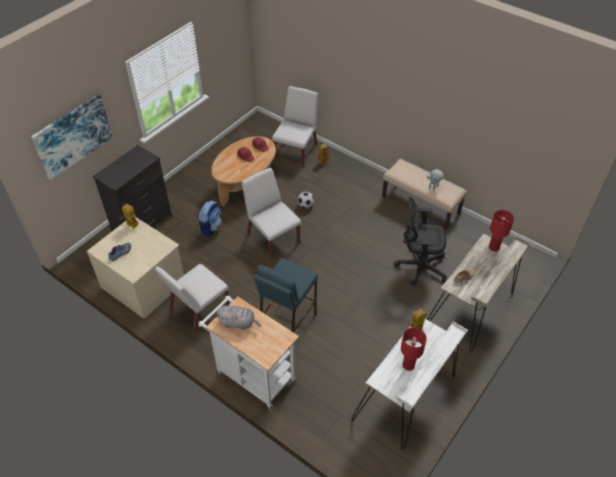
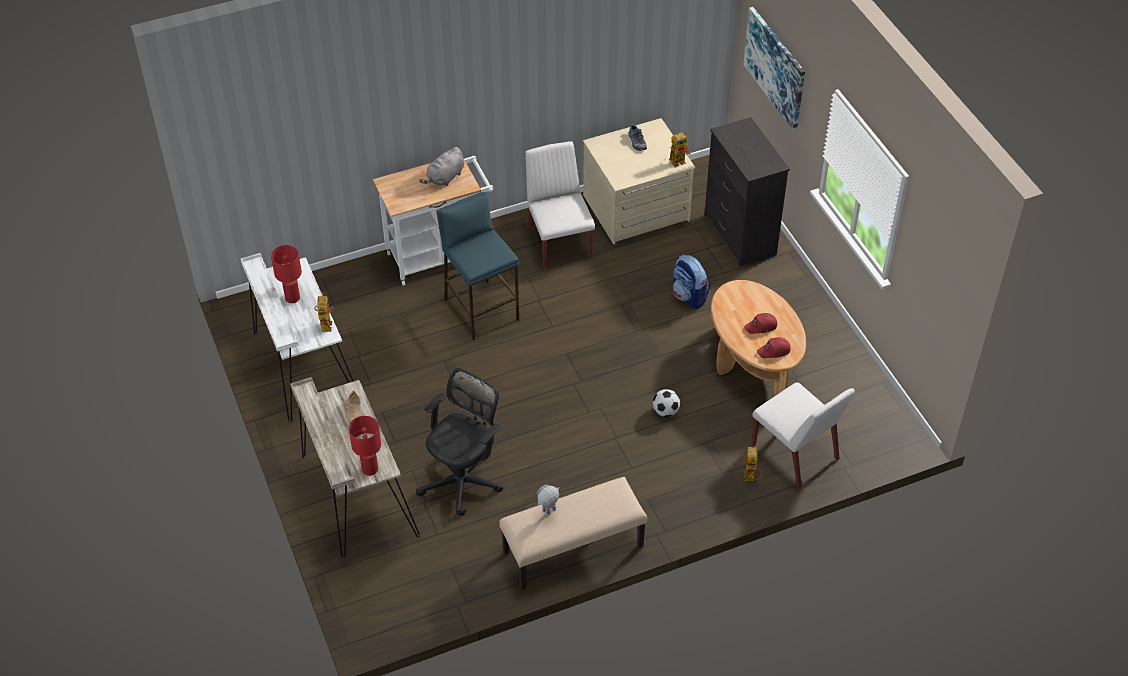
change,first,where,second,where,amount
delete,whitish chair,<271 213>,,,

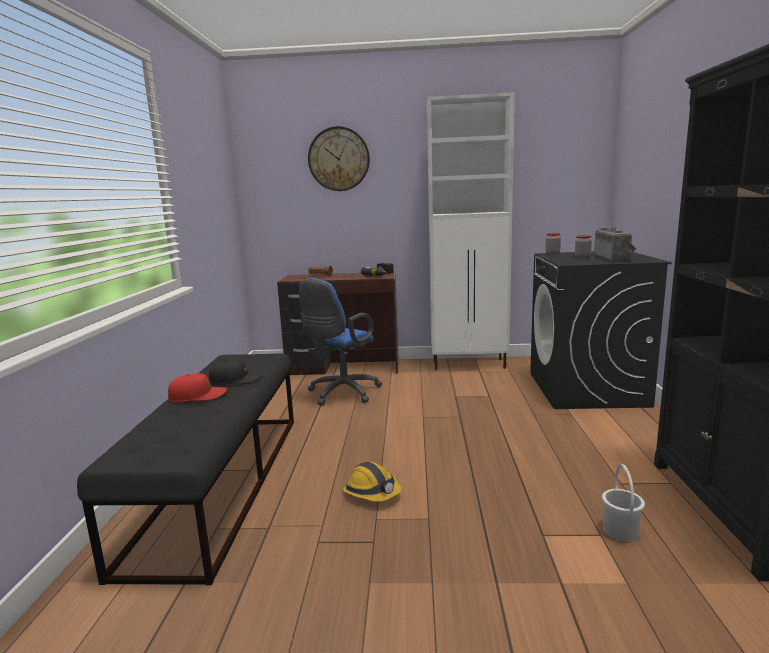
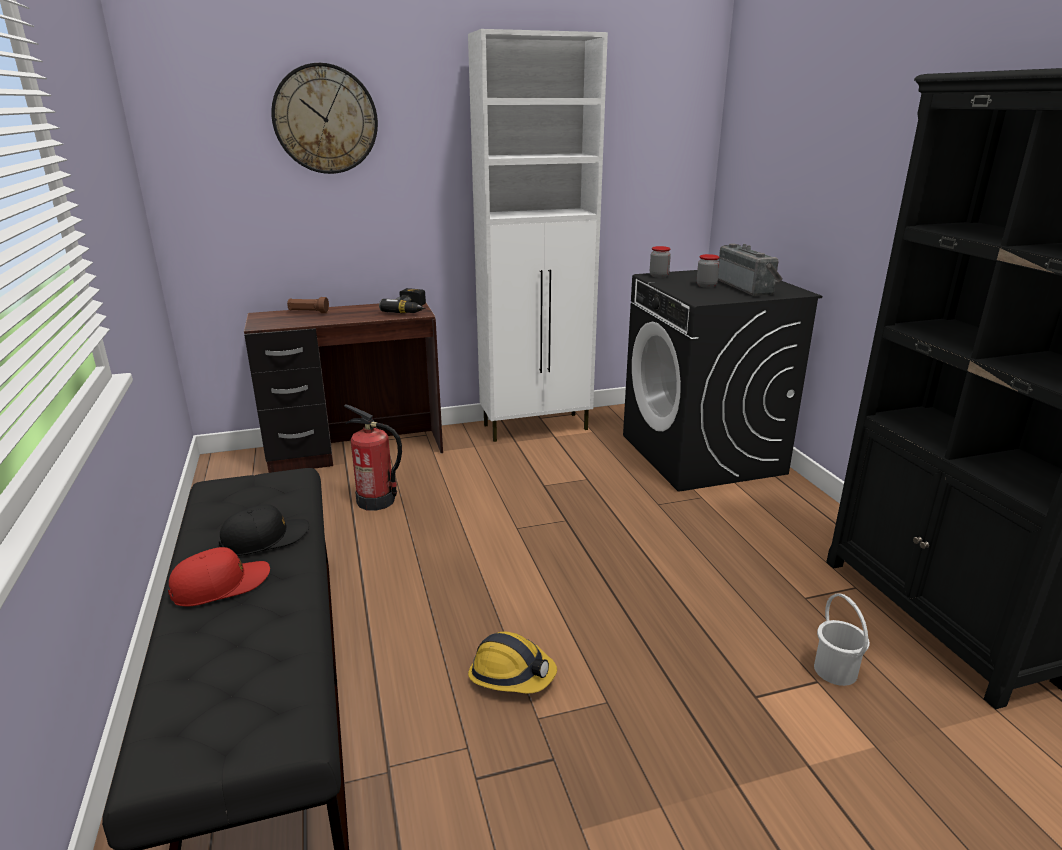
change,first,where,second,where,amount
replace,bluish computer chair,<340 342>,fire extinguisher,<373 458>,

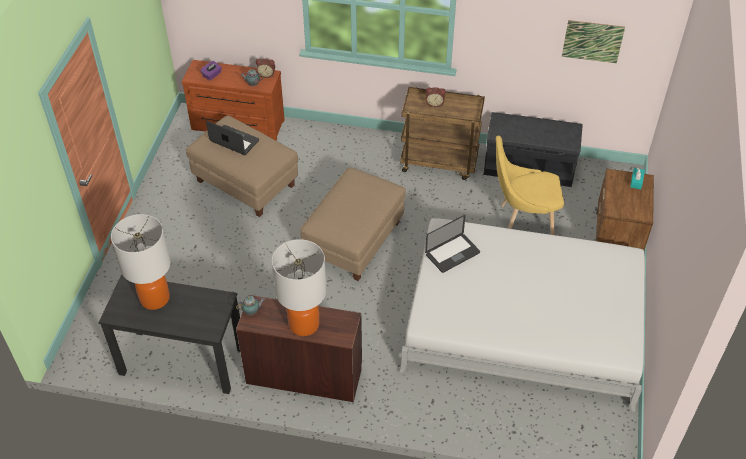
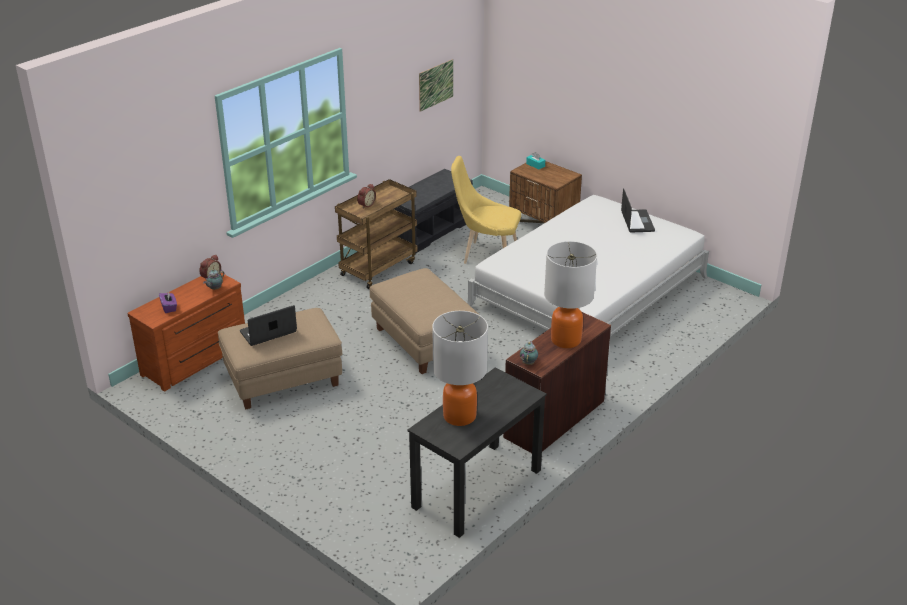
change,first,where,second,where,amount
rotate,yellow chair,<530 185>,,<486 210>,75 degrees clockwise
move,laptop,<452 244>,,<638 210>,

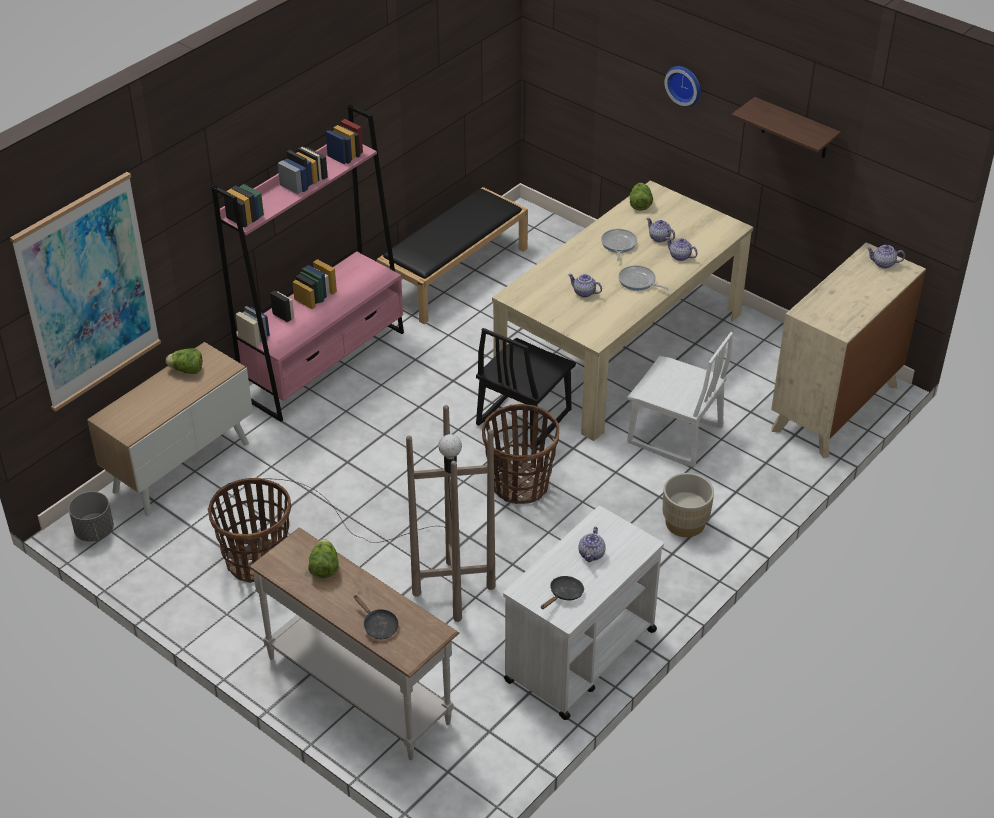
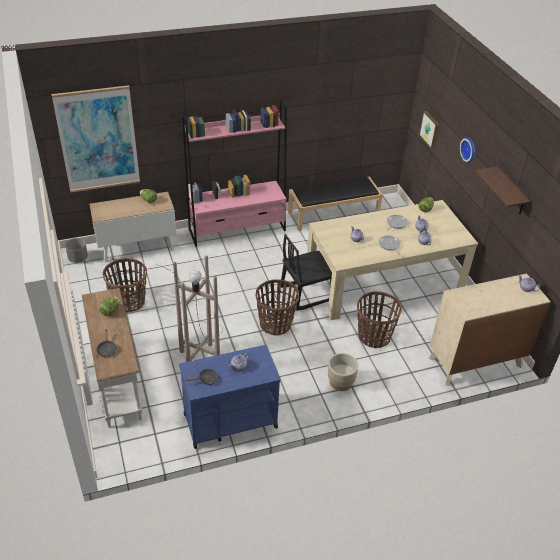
change,first,where,second,where,amount
recolor,whitish cart,<583 613>,bluish cart,<230 397>,
replace,whitish chair,<680 399>,household basket,<379 319>,
insert,,,wall art,<429 130>,

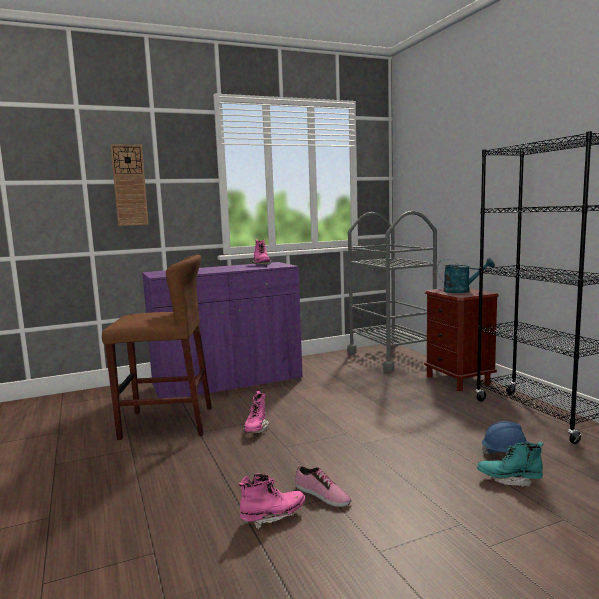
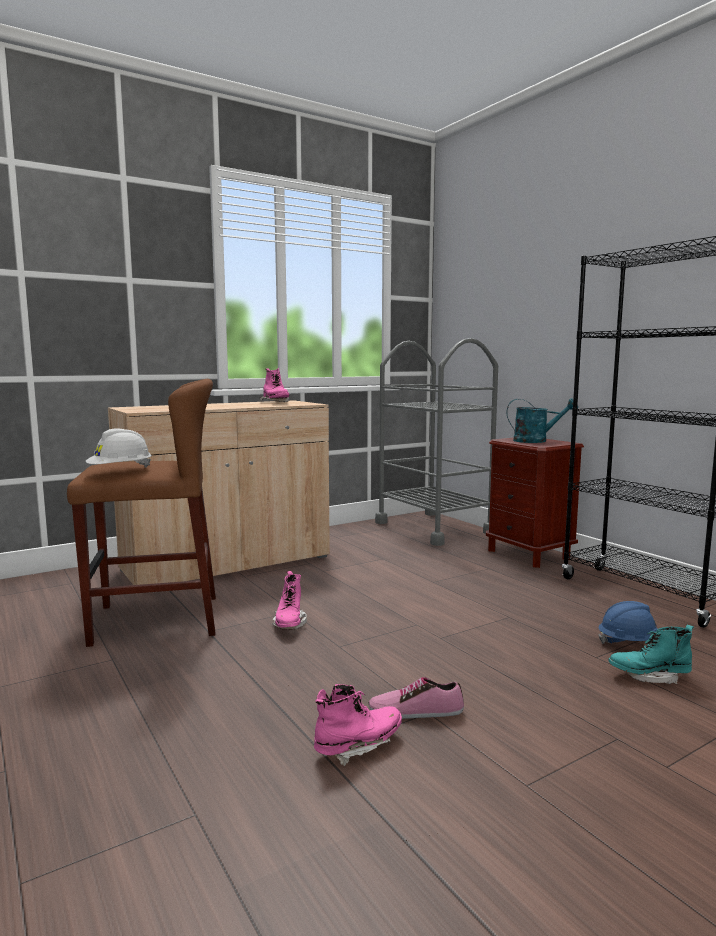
change,first,where,second,where,amount
insert,,,whitish work helmet,<119 448>,
recolor,purple-coloured storage cabinet,<222 330>,beige storage cabinet,<219 492>,
rotate,shoe,<323 486>,,<416 698>,150 degrees clockwise
delete,hanging clock,<130 185>,,,

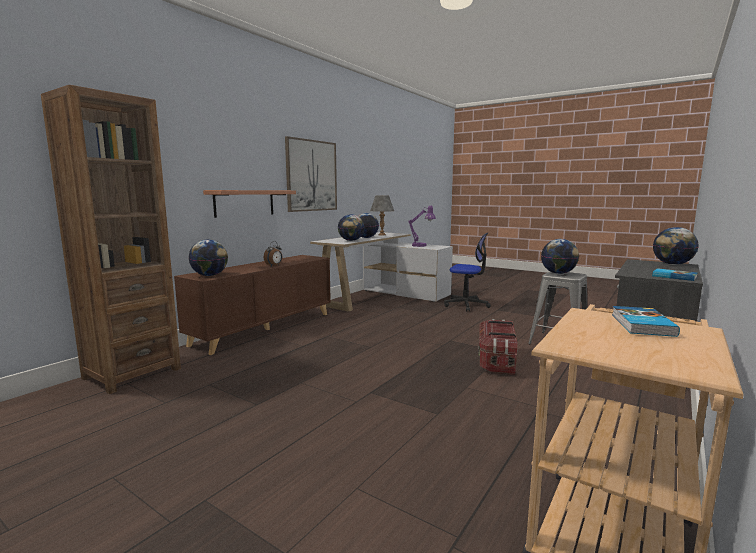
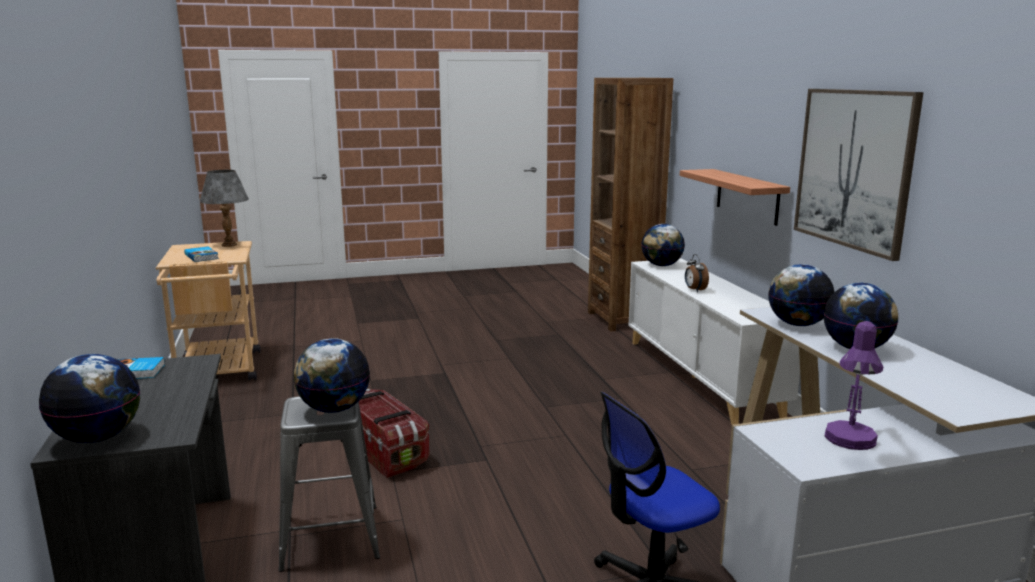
change,first,where,second,where,amount
move,greyish table lamp,<382 215>,,<224 208>,
recolor,brownish storage cabinet,<252 305>,whitish storage cabinet,<714 341>,

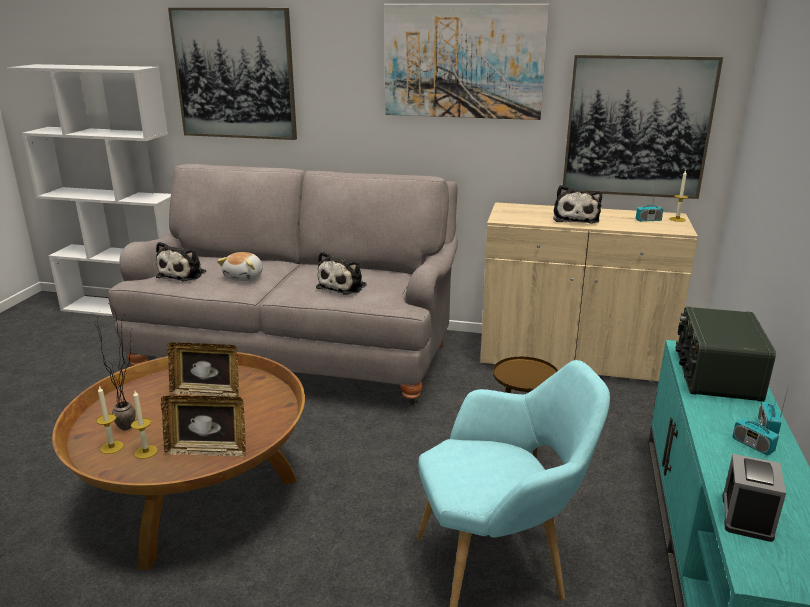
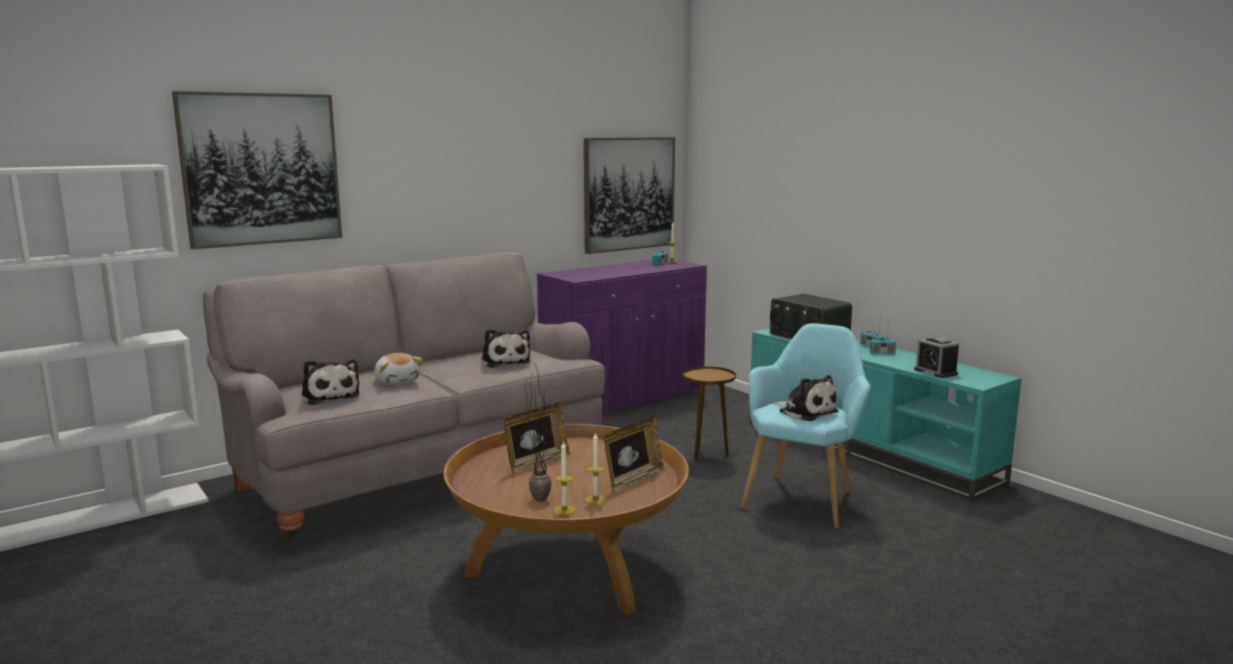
change,first,where,second,where,amount
recolor,beige storage cabinet,<589 291>,purple-coloured storage cabinet,<622 336>,
move,cuddly toy,<577 204>,,<806 398>,
delete,wall art,<466 62>,,,

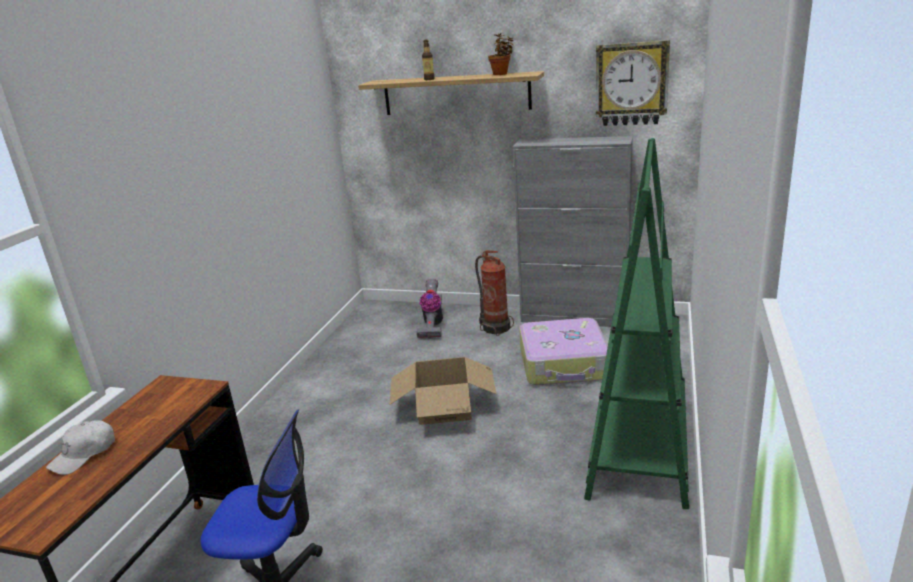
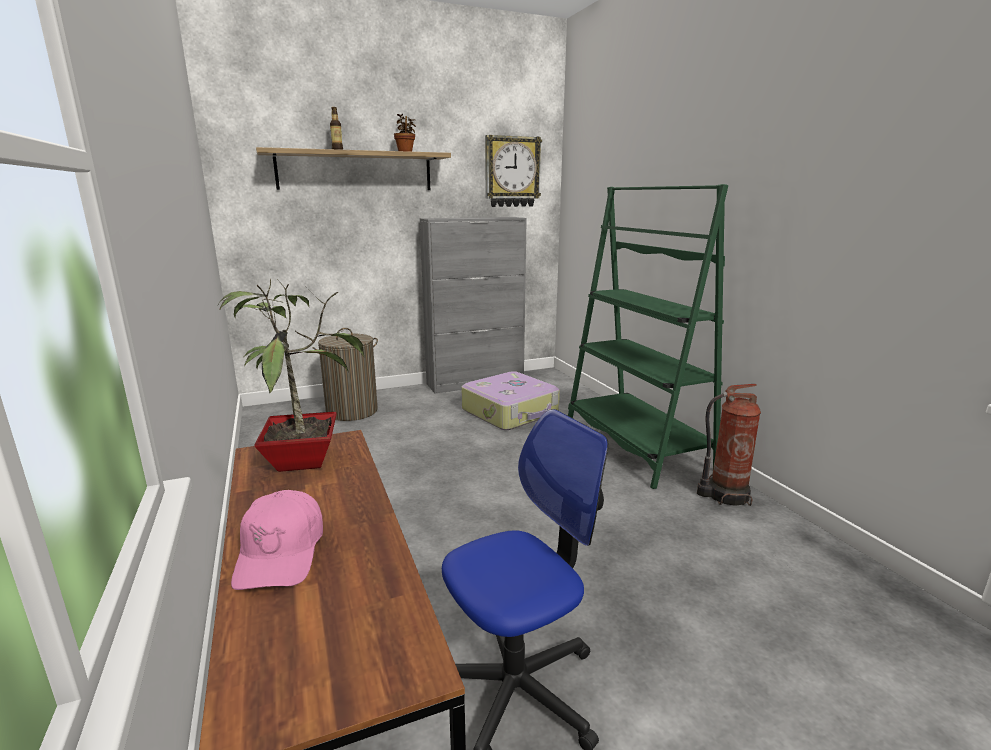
change,first,where,second,where,amount
insert,,,potted plant,<291 375>,
recolor,whitish baseball cap,<80 447>,pink baseball cap,<277 540>,
replace,hoover,<429 309>,laundry basket,<345 374>,
move,fire extinguisher,<494 293>,,<729 445>,
delete,packing box,<443 391>,,,

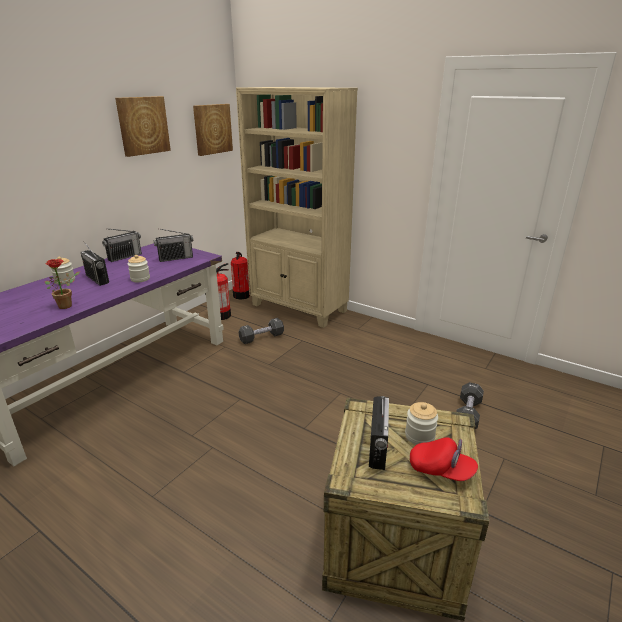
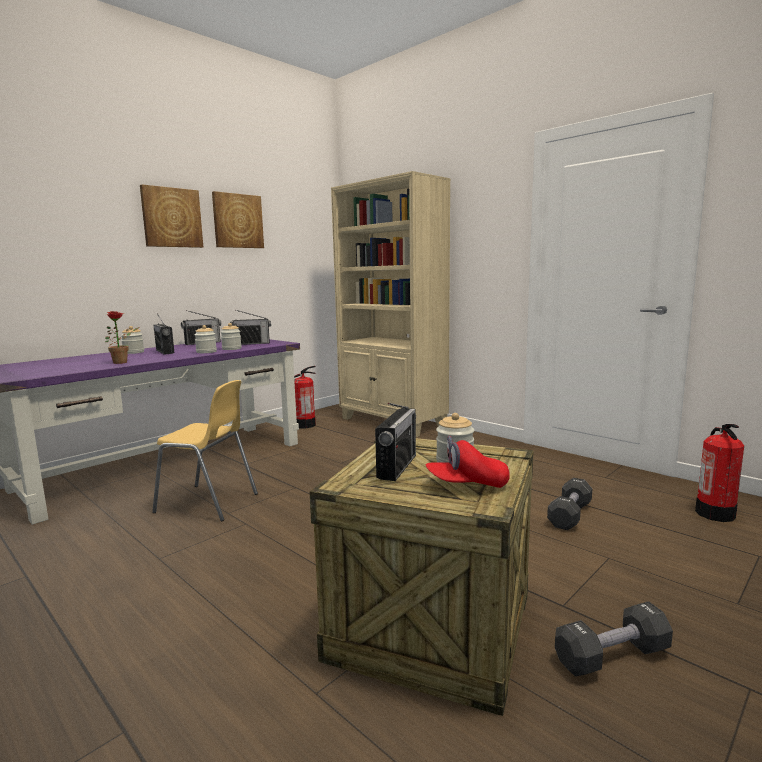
change,first,where,second,where,amount
move,wall art,<213 130>,,<171 216>,
insert,,,yellow chair,<205 450>,
insert,,,preserve jar,<231 336>,
rotate,red baseball cap,<444 459>,,<468 462>,135 degrees clockwise
move,blackish hand weight,<261 331>,,<614 639>,
move,fire extinguisher,<240 276>,,<719 473>,

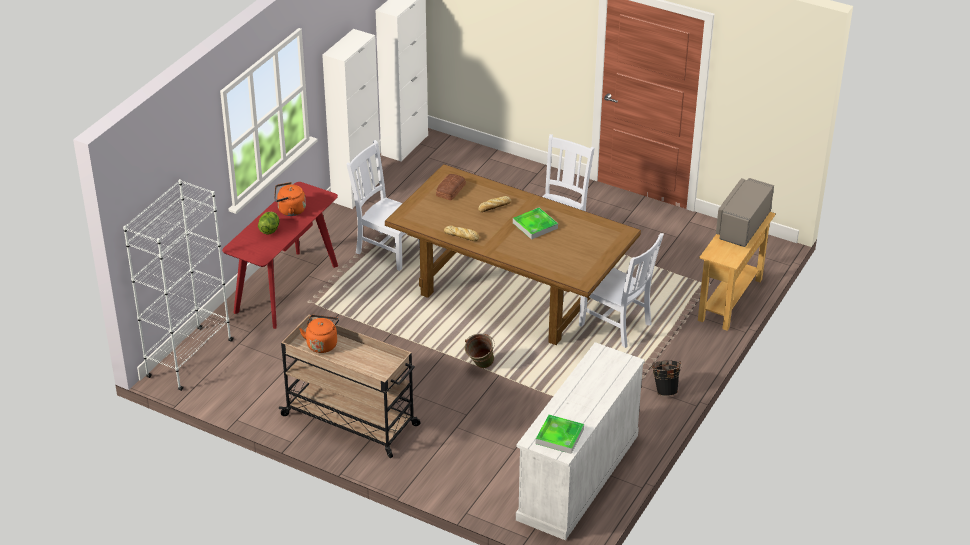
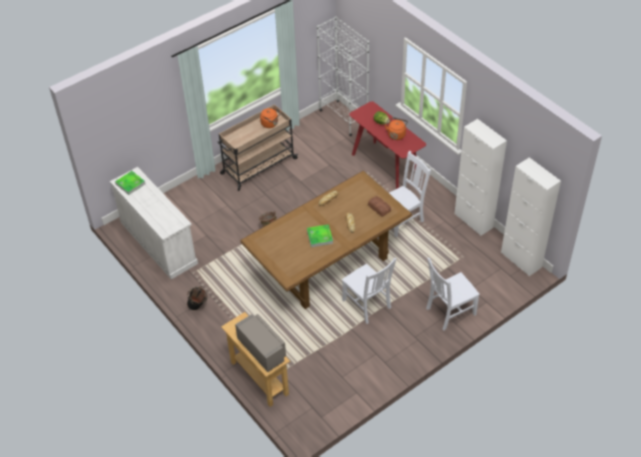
change,first,where,second,where,amount
move,whitish chair,<621 290>,,<453 294>,

